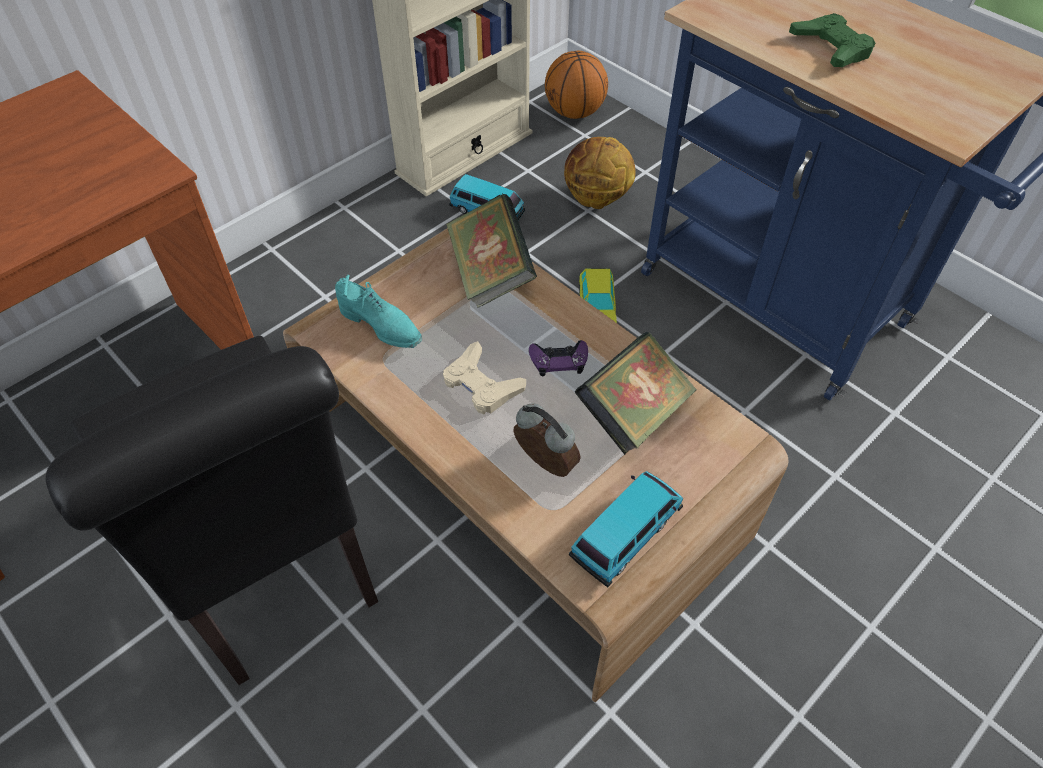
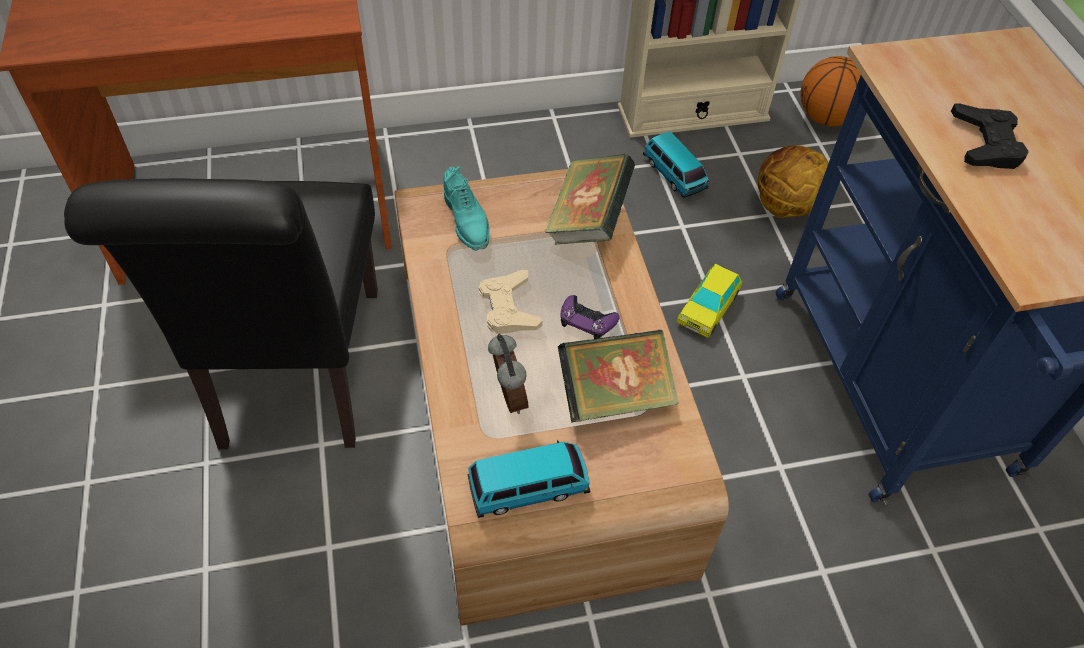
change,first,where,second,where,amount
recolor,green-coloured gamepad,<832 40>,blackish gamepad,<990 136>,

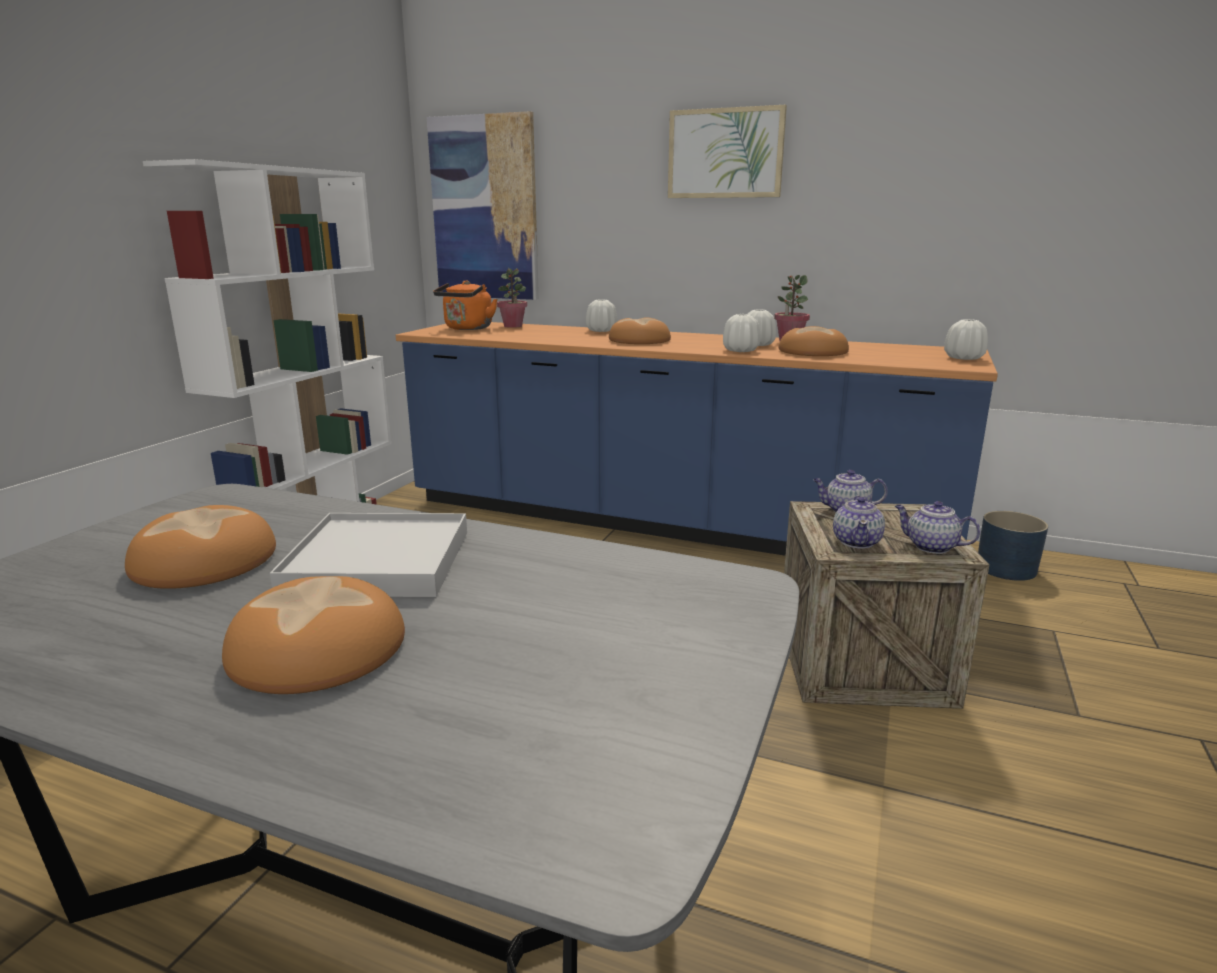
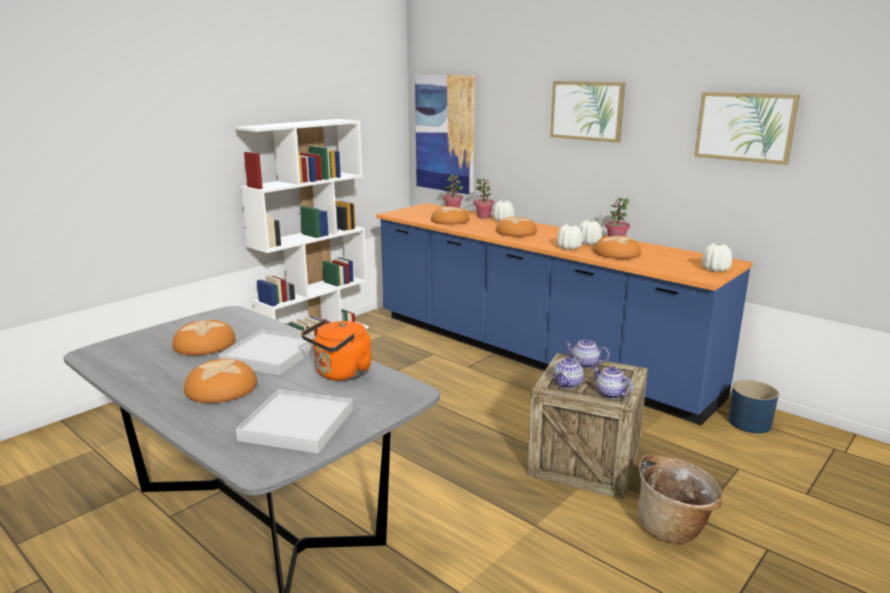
change,first,where,second,where,amount
insert,,,whitish tray,<294 421>,
move,orange kettle,<465 305>,,<336 350>,
insert,,,bakery bread,<450 215>,
insert,,,potted plant,<484 198>,
insert,,,household basket,<680 499>,
insert,,,wall art,<747 128>,

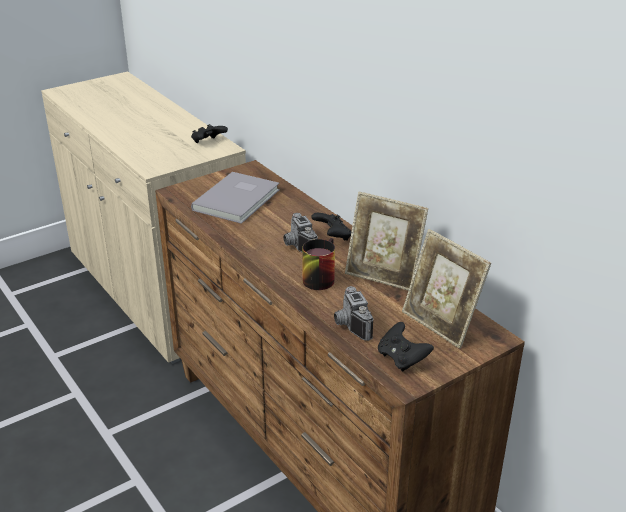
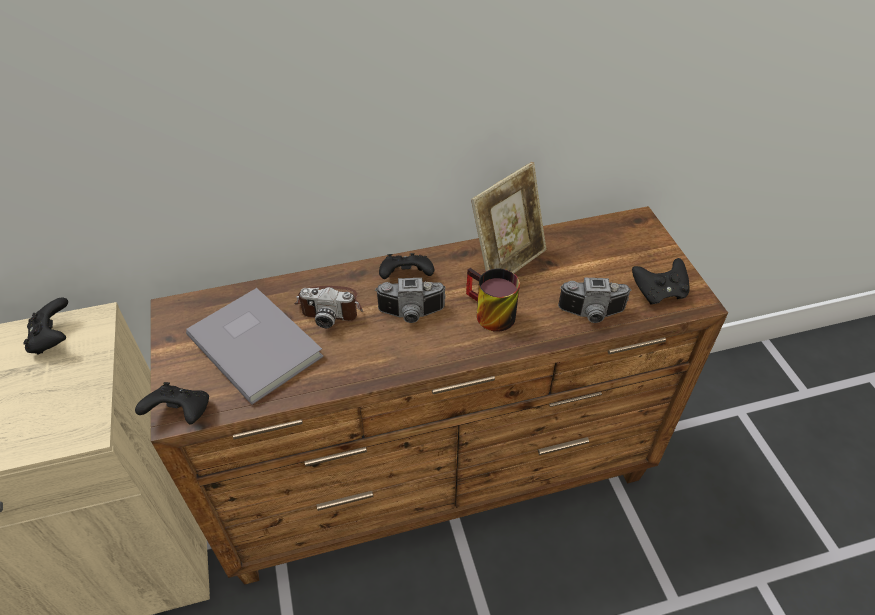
change,first,where,second,where,amount
insert,,,blackish gamepad,<172 403>,
insert,,,photo camera,<328 307>,
delete,photo frame,<446 289>,,,

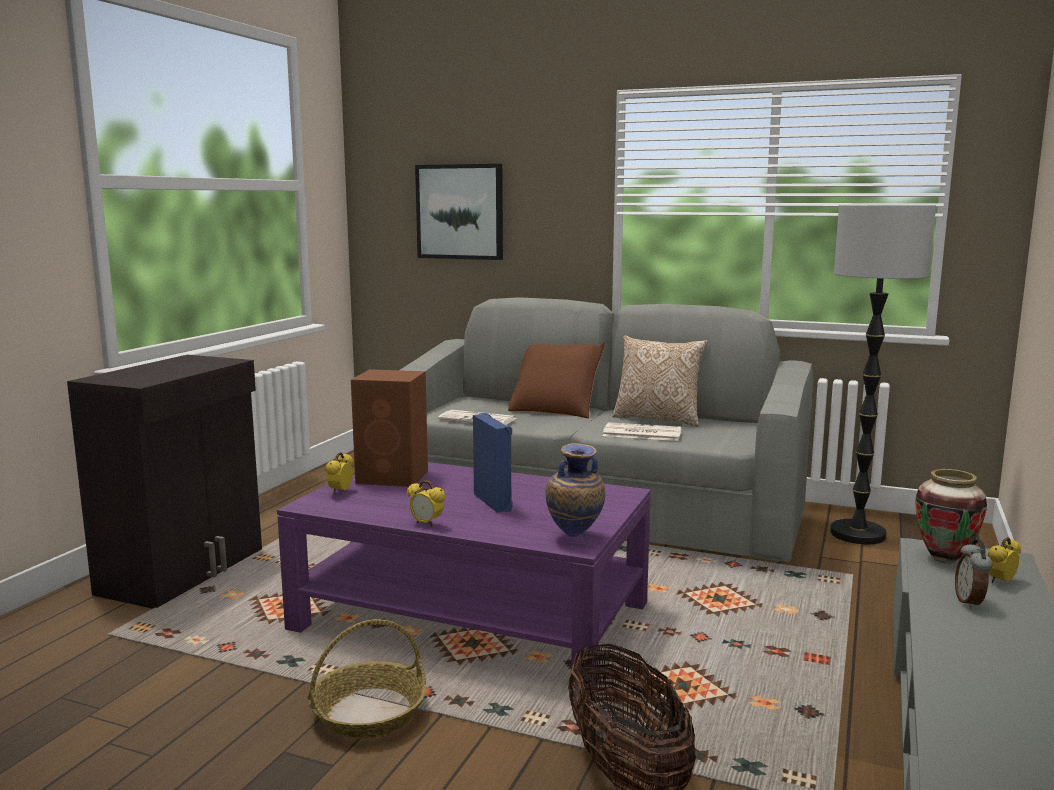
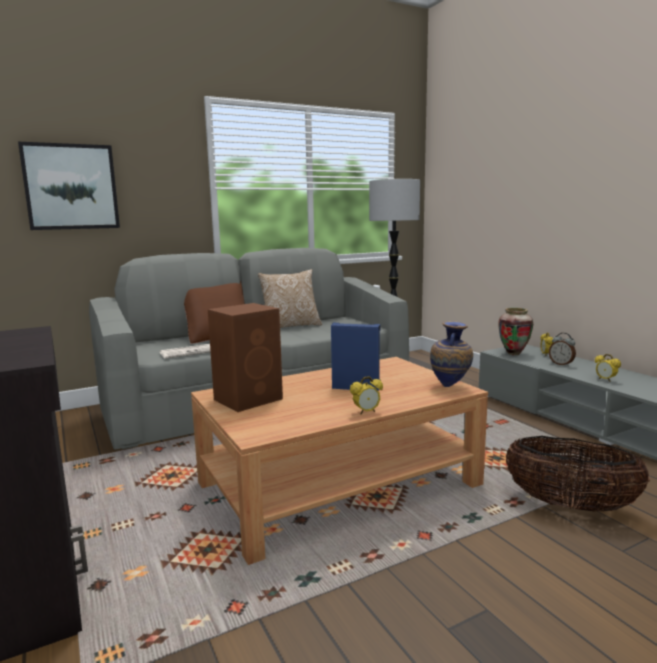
change,first,where,second,where,amount
recolor,purple-coloured coffee table,<464 575>,brownish coffee table,<339 461>,
move,table clock,<339 473>,,<608 368>,
delete,household basket,<367 678>,,,
delete,daily paper,<642 431>,,,

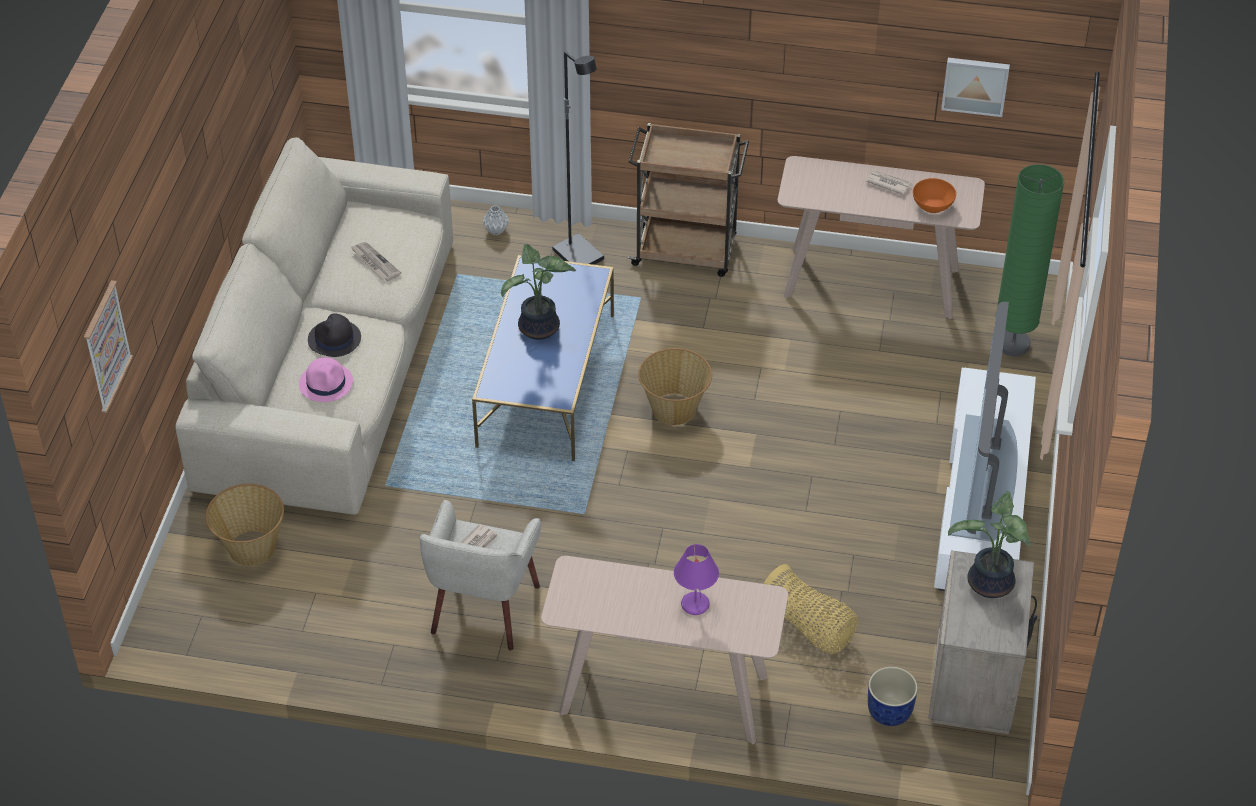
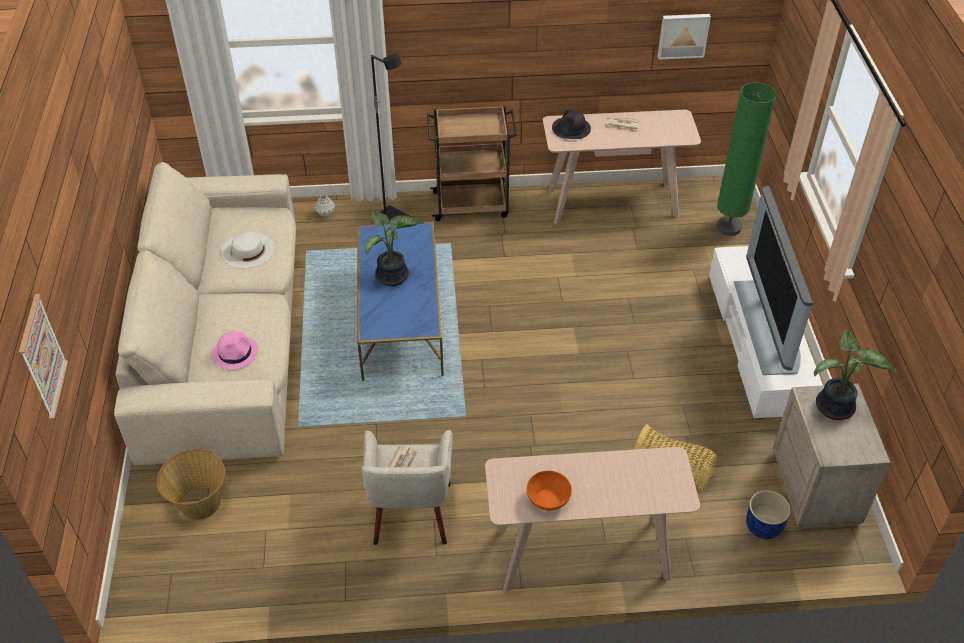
change,first,where,second,where,amount
replace,daily paper,<376 261>,whitish wearable hat,<247 250>,
move,orange serving bowl,<934 195>,,<549 491>,
move,blackish wearable hat,<334 335>,,<571 124>,
delete,household basket,<675 386>,,,
delete,purple-coloured table lamp,<696 579>,,,

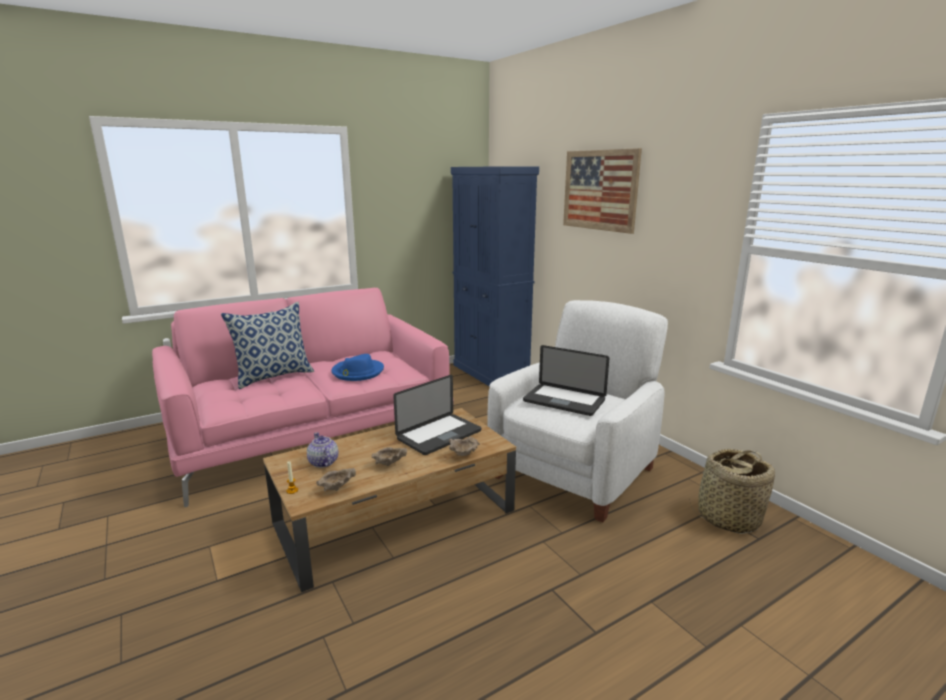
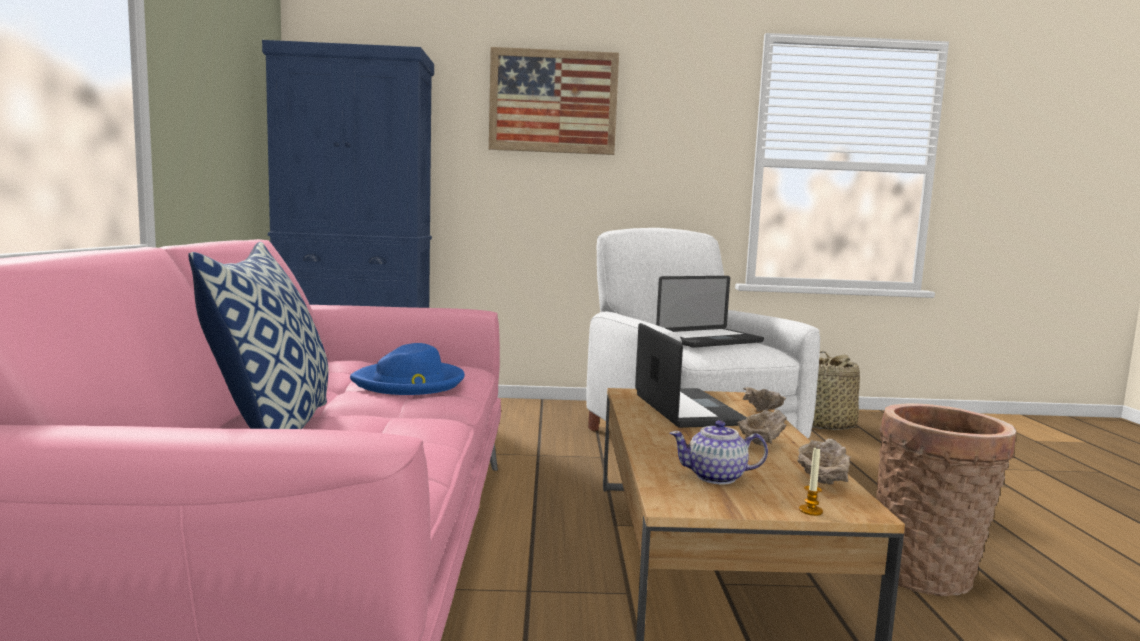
change,first,where,second,where,amount
insert,,,household basket,<946 499>,

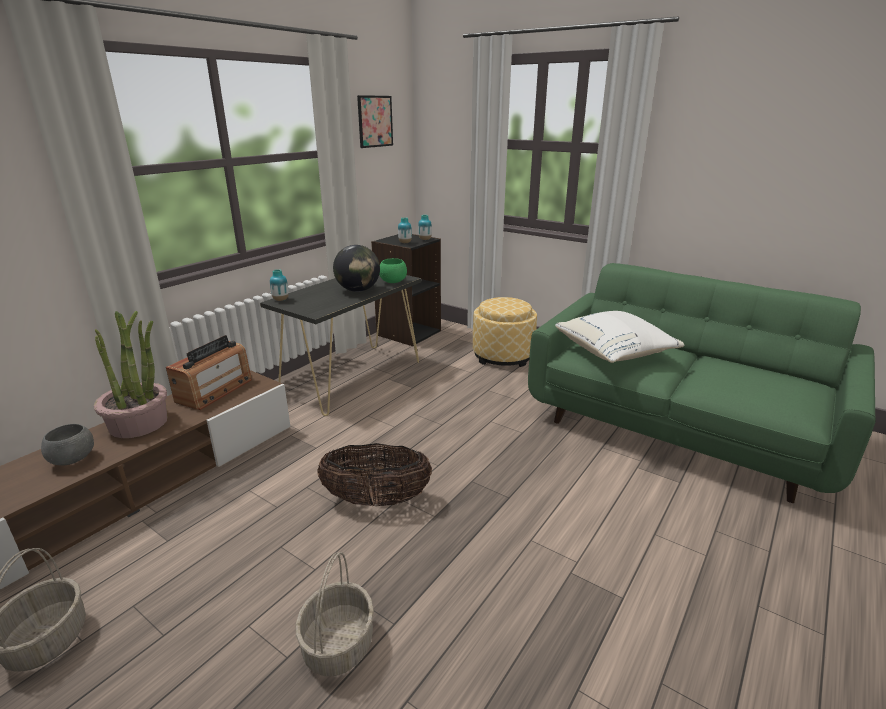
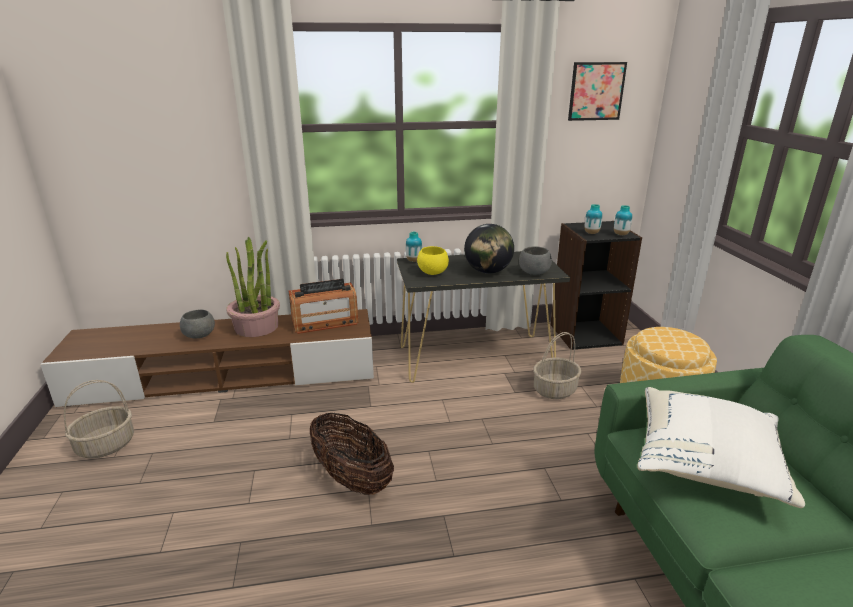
change,first,where,second,where,amount
insert,,,yellow serving bowl,<433 260>,
recolor,green-coloured serving bowl,<393 270>,greyish serving bowl,<535 260>,
move,household basket,<334 614>,,<557 365>,

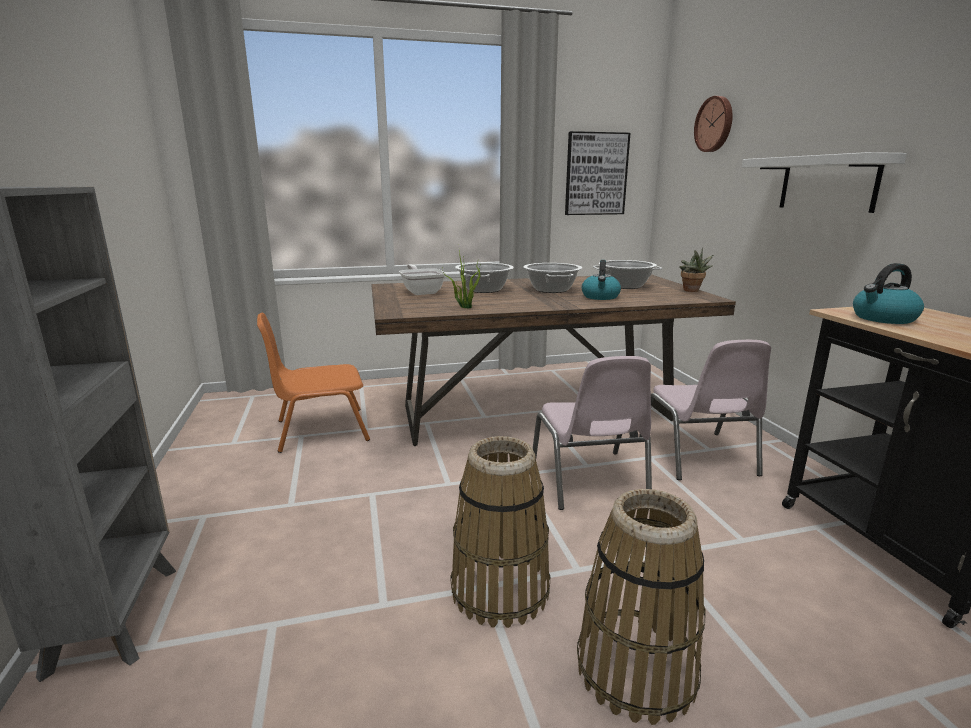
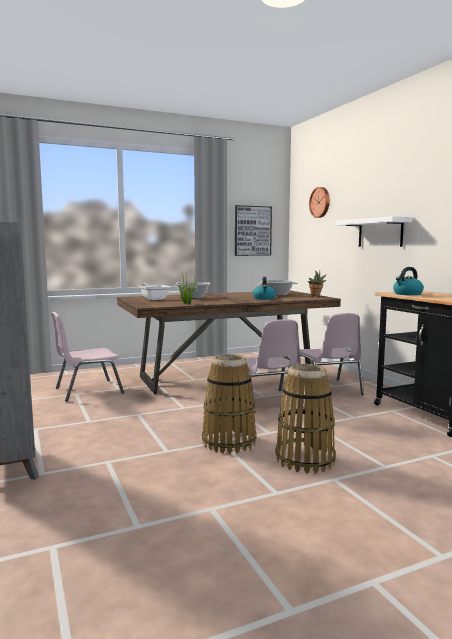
change,first,where,second,where,amount
recolor,orange chair,<313 383>,pink chair,<87 357>,
delete,cooking pot,<552 278>,,,

